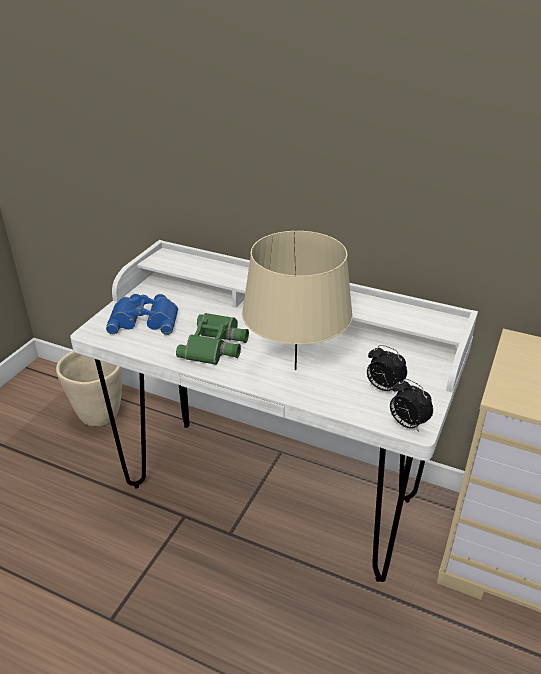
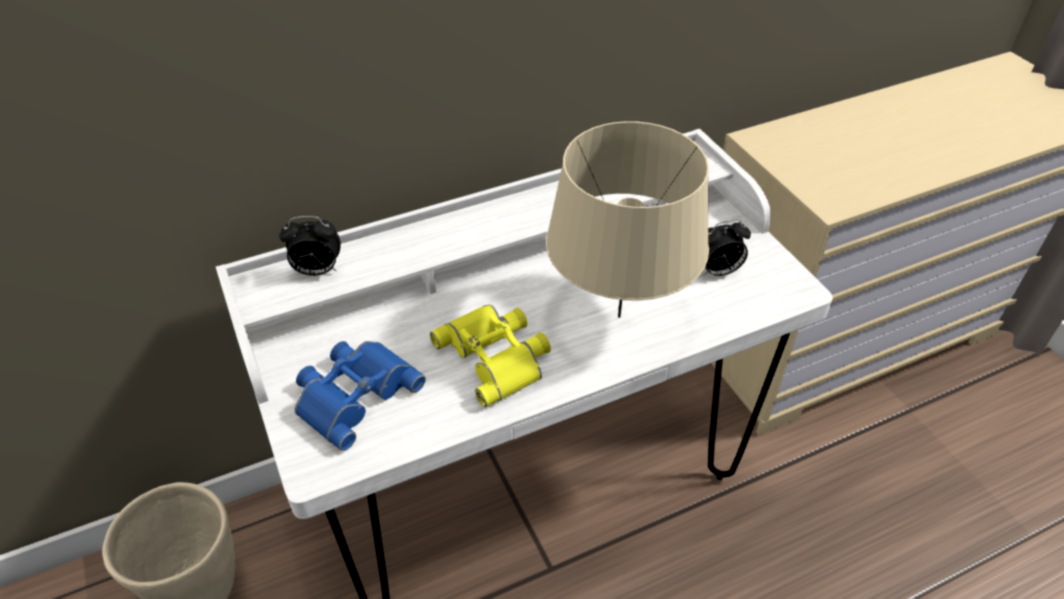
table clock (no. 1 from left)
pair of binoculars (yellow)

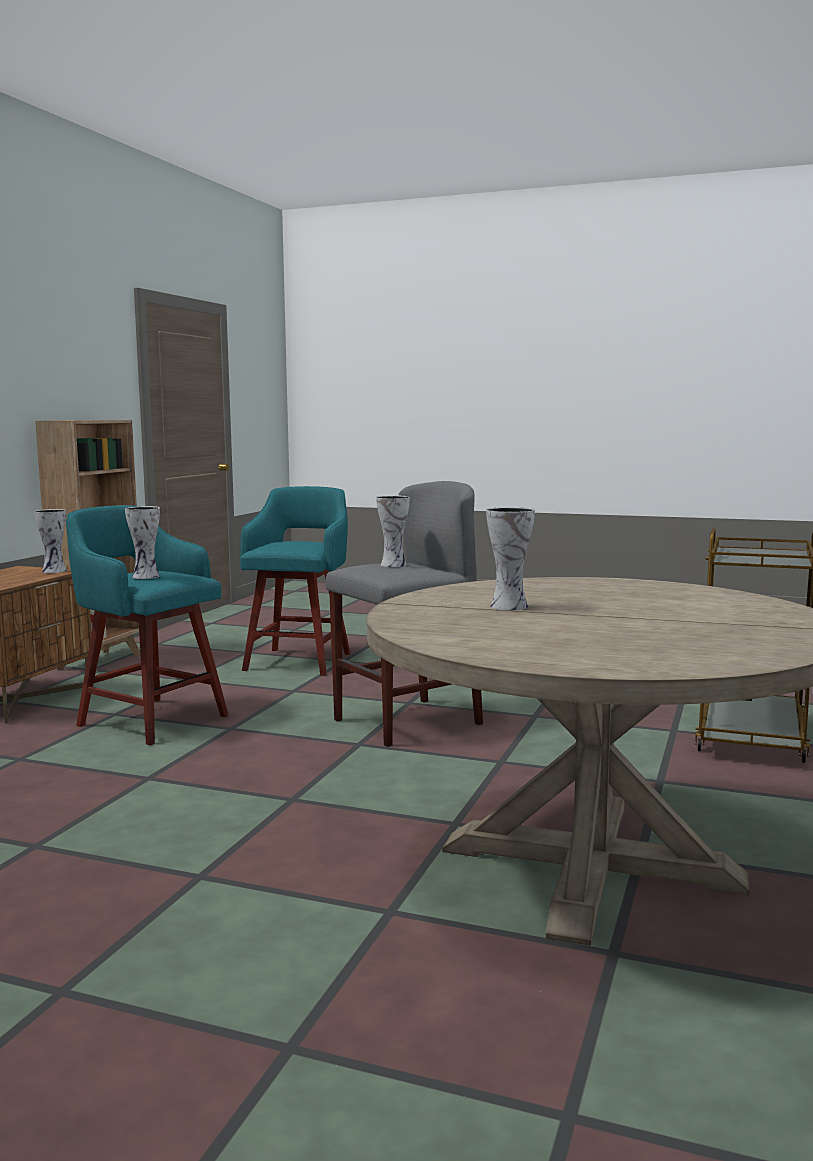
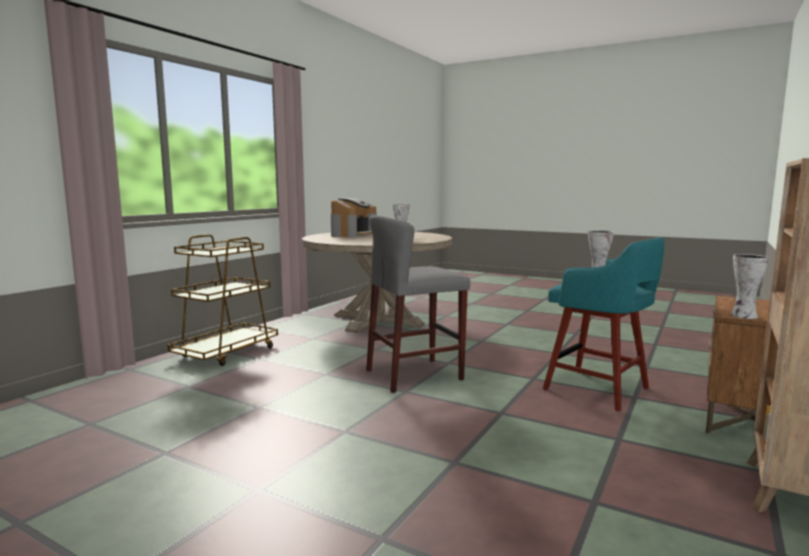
sitting stool (blue-green) (no. 2 from left in the first image)
flower vase (no. 3 from left in the first image)
coffee brewer

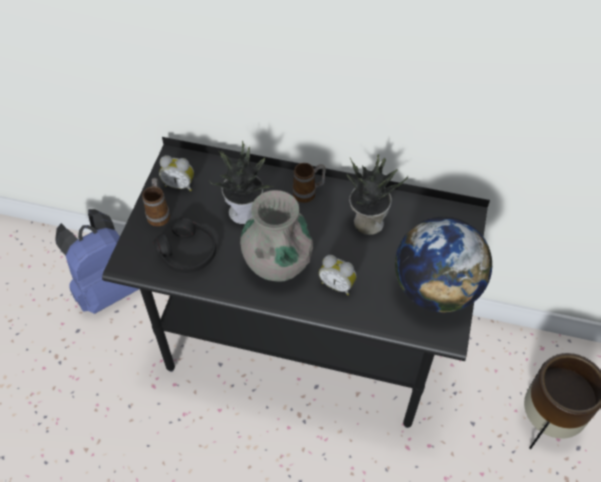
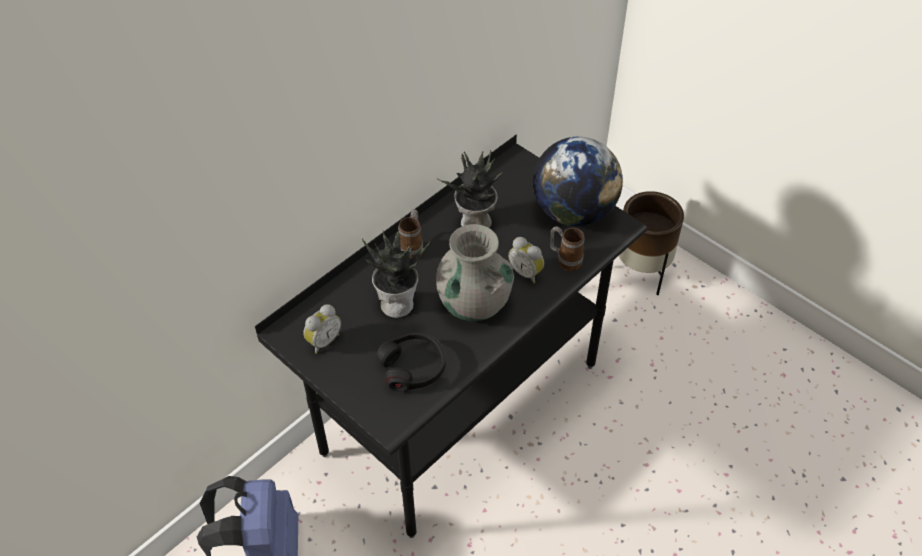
tea mug (no. 2 from left)
table clock (no. 2 from left)

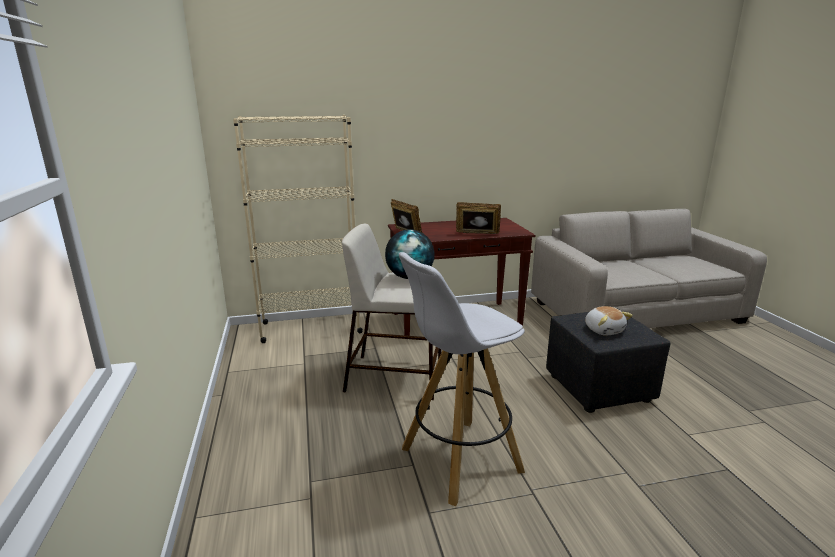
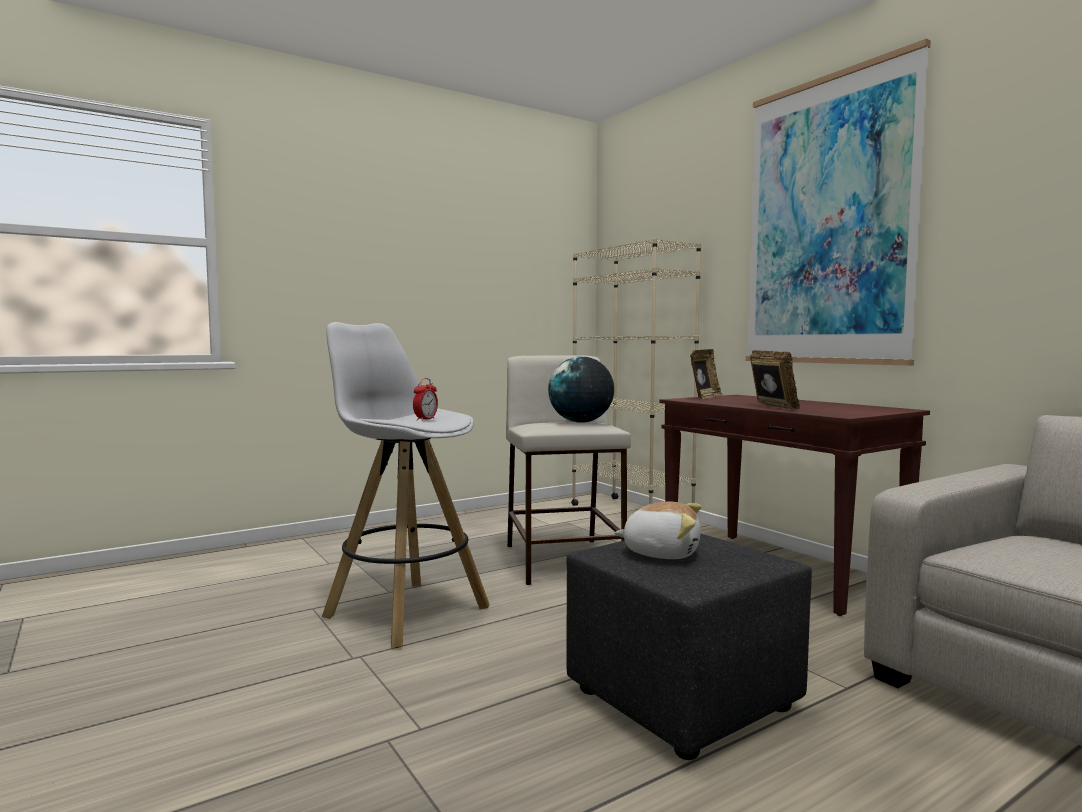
table clock
picture
cuddly toy

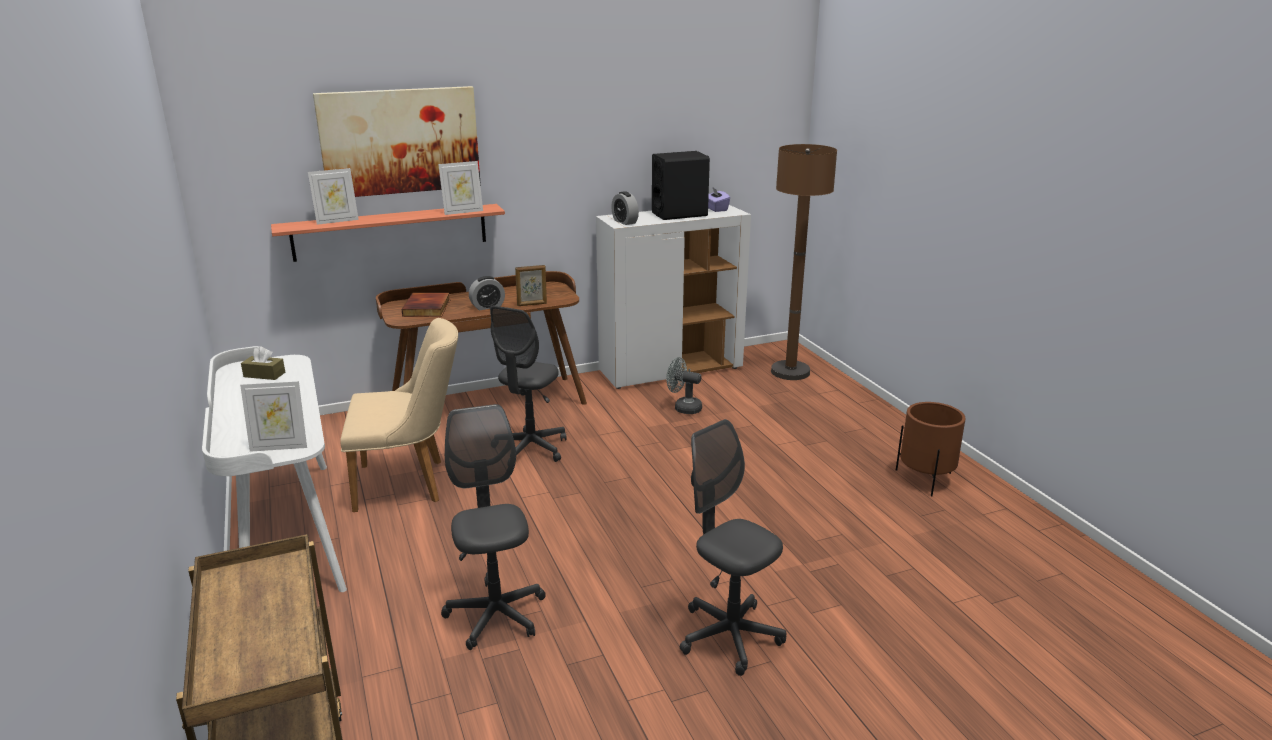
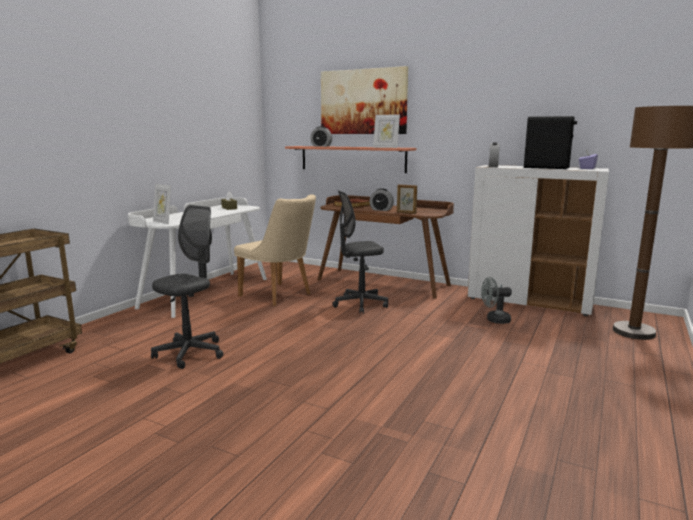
desk chair (gray) (no. 3 from left in the first image)
plant pot (brownish)
table clock (no. 1 from left)
fan (gray)

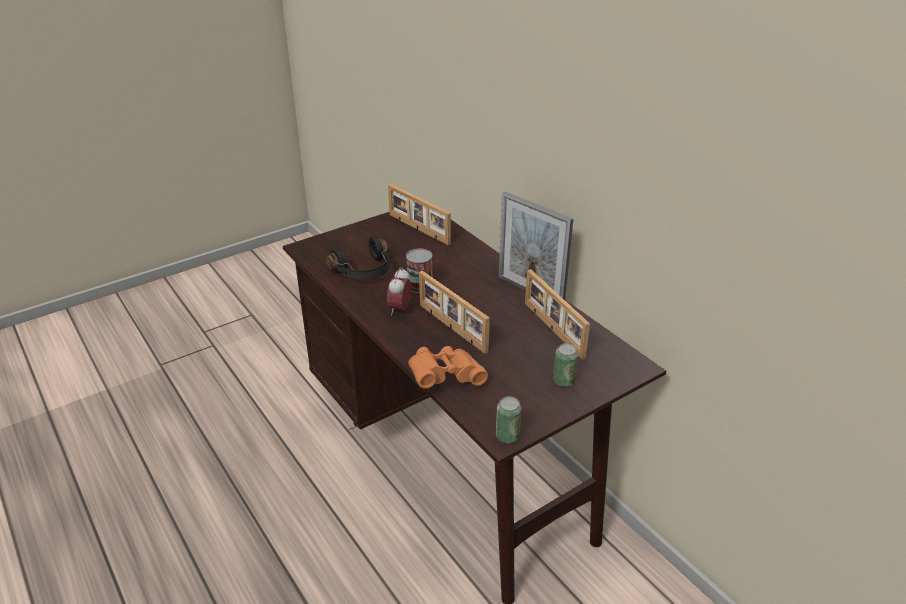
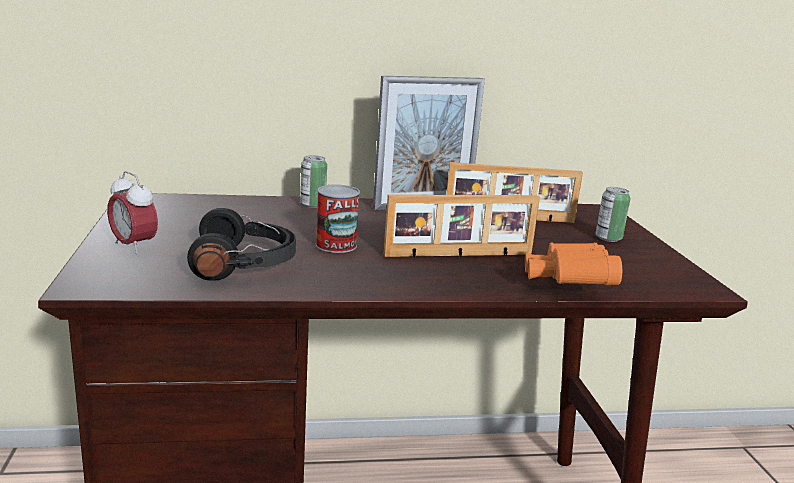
photo frame (no. 1 from left in the first image)
table clock
metal can (no. 1 from left)

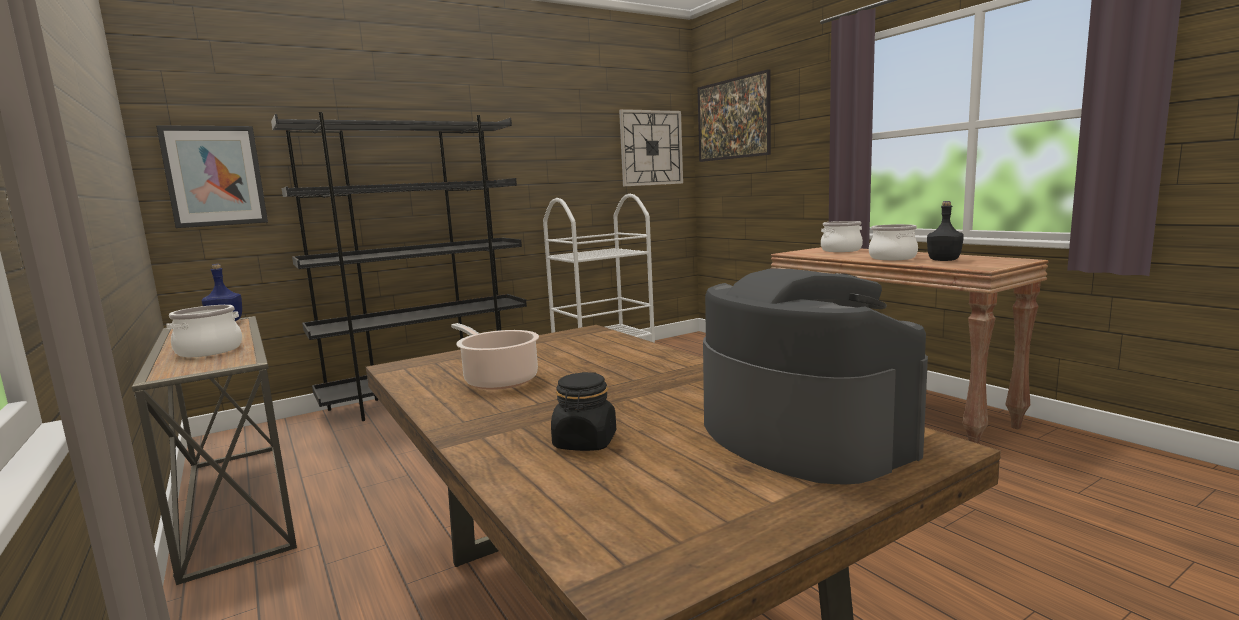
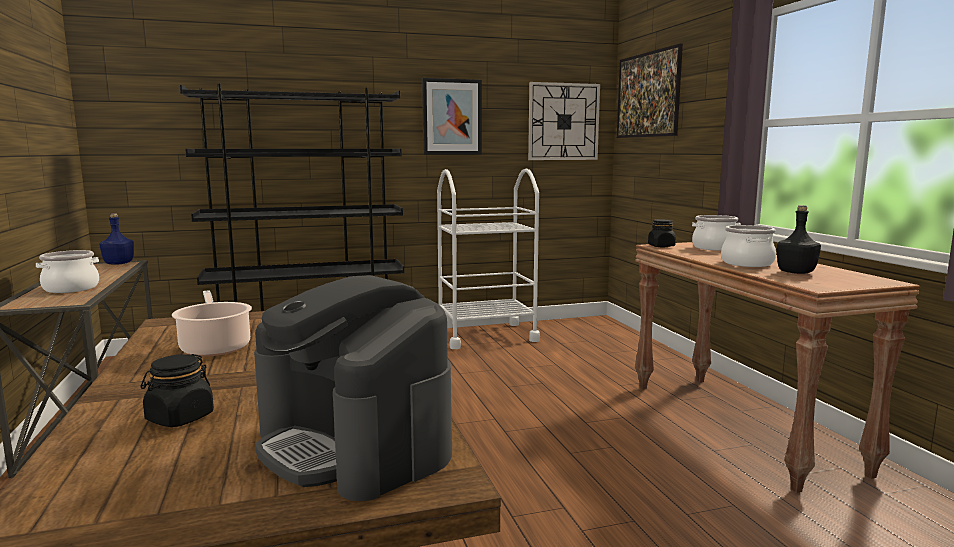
storage jar (black-coloured) (no. 2 from left)
picture (no. 1 from left)
coffee brewer

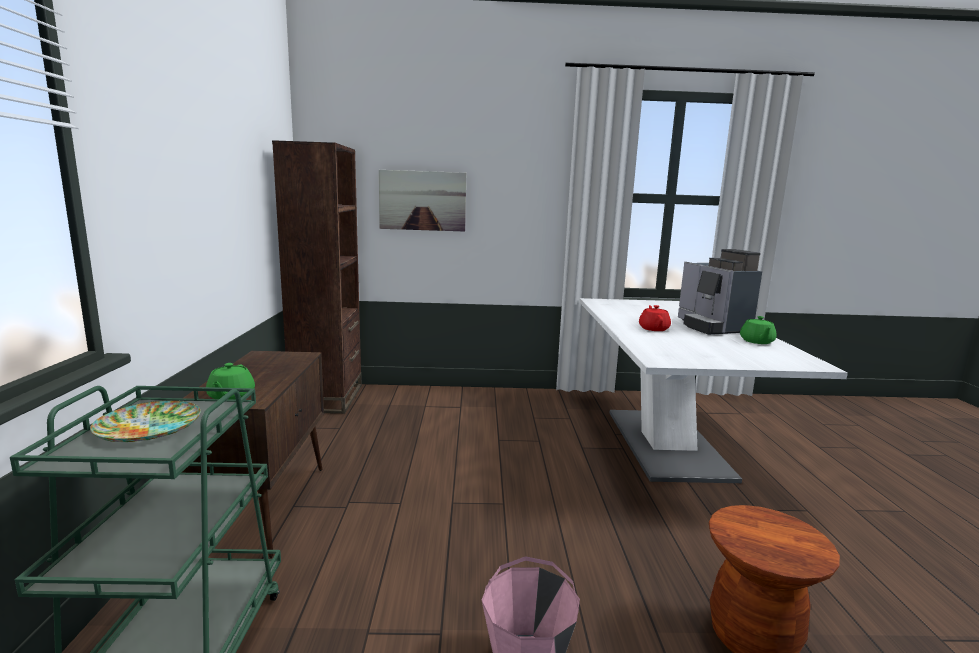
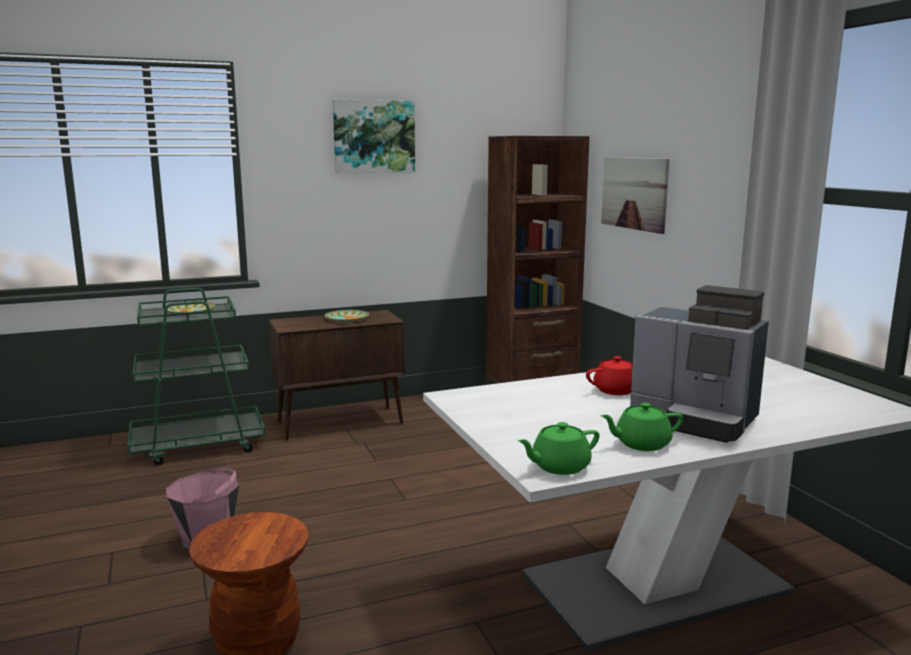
flat dish (no. 2 from left)
picture (no. 1 from left)
teapot (green-coloured) (no. 1 from left)
coffee brewer

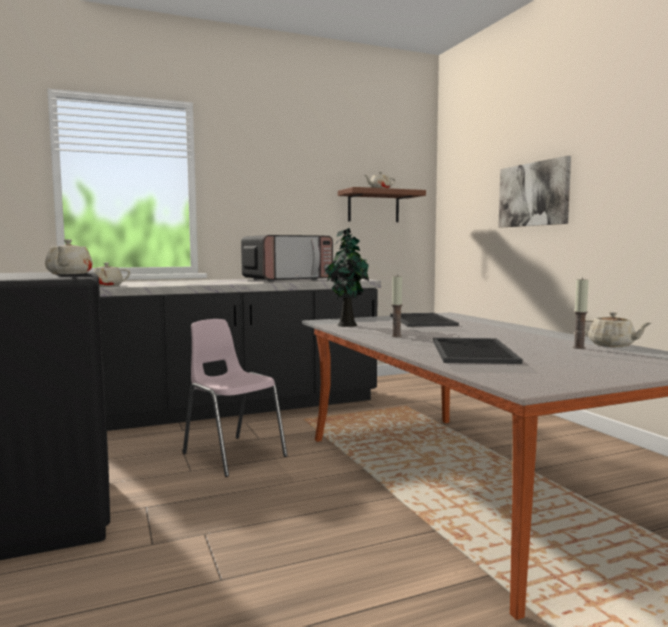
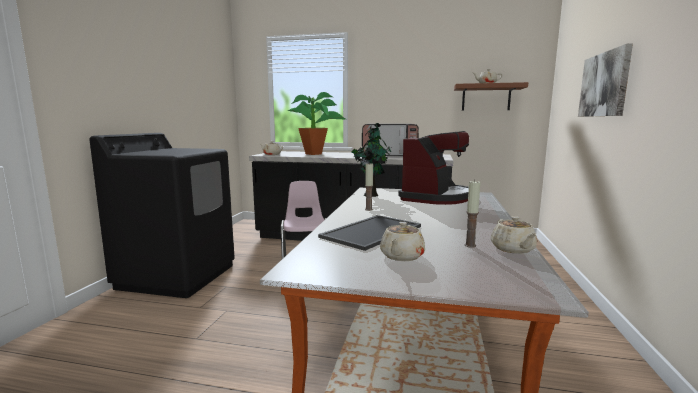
potted plant (no. 1 from left)
teapot (beige) (no. 2 from left)
coffee brewer

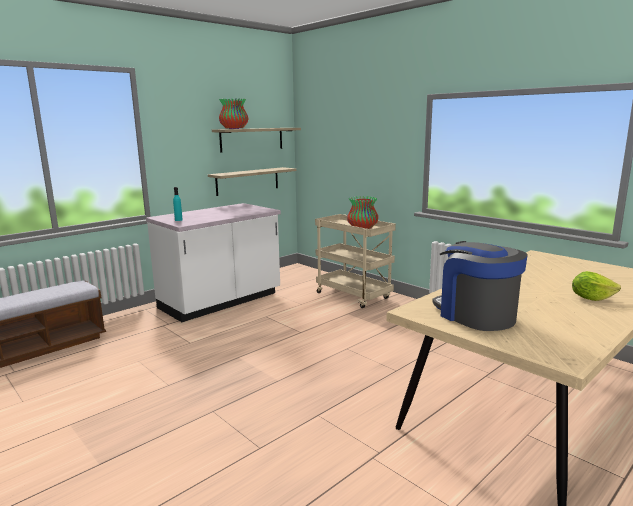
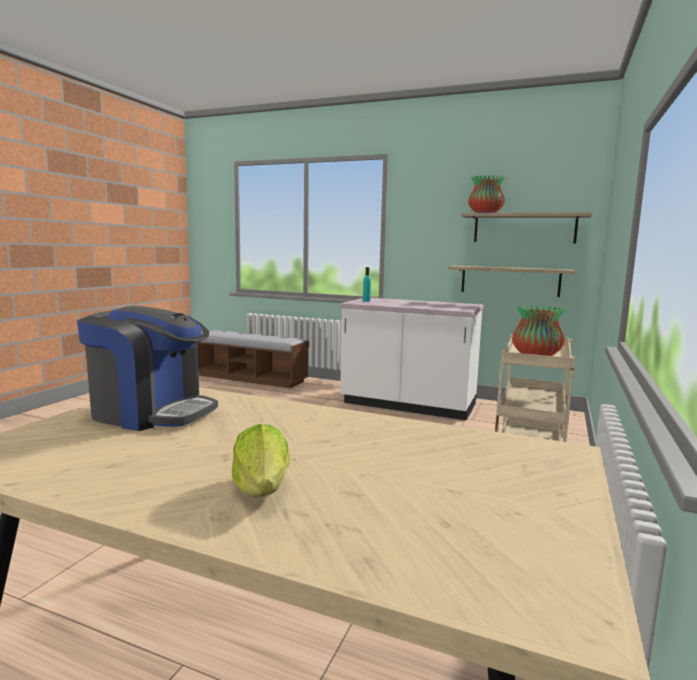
coffee brewer

